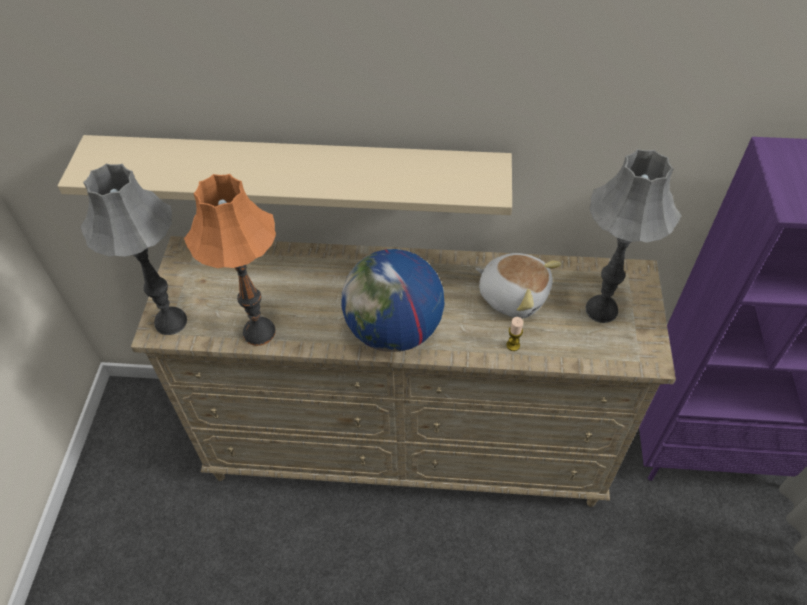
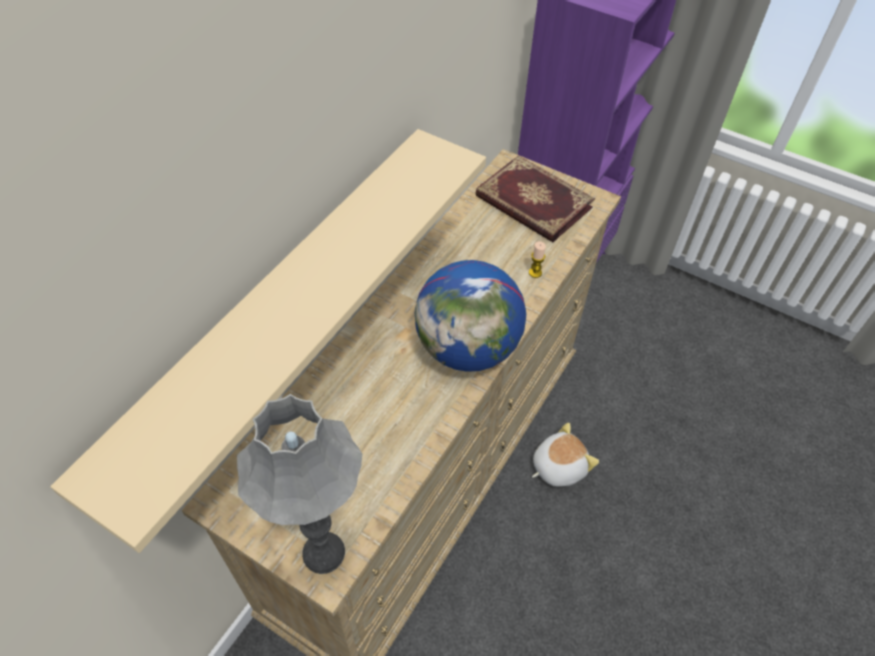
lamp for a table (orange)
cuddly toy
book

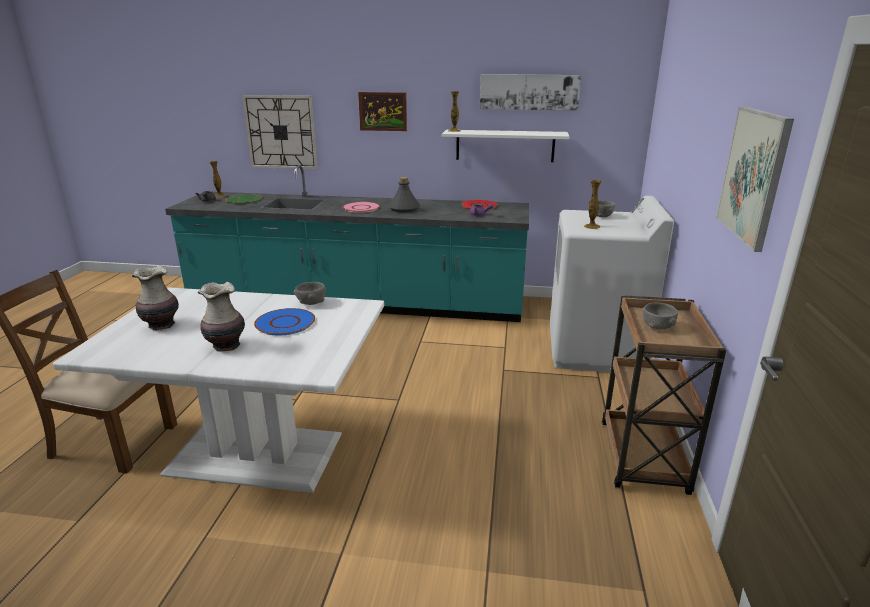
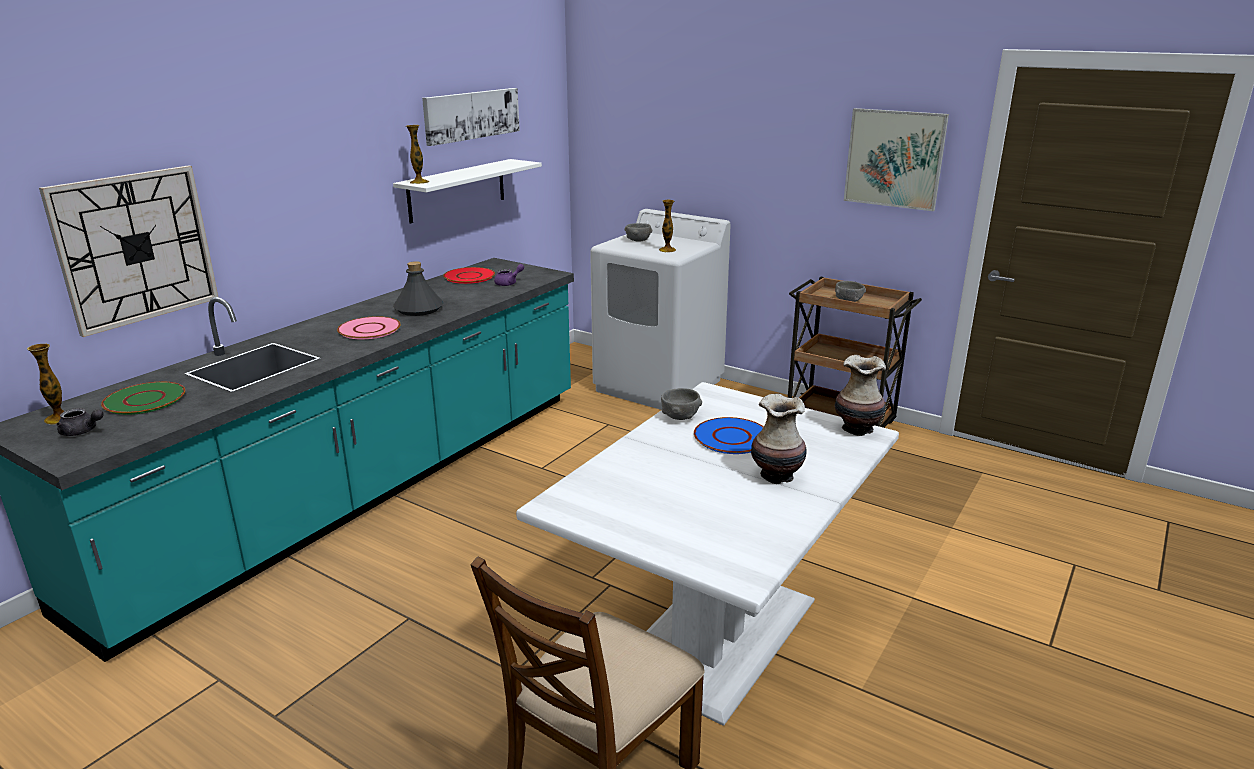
picture (no. 1 from left in the first image)
flower vase (no. 5 from left)

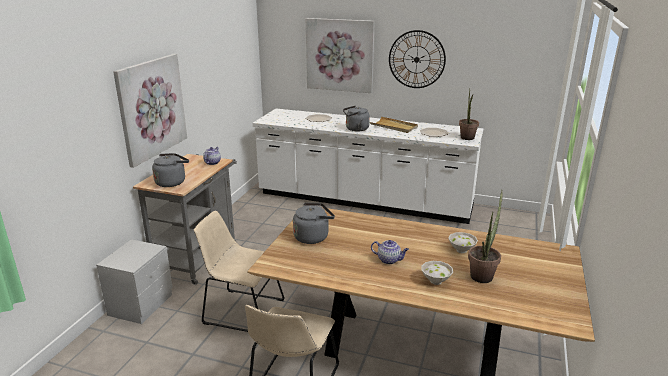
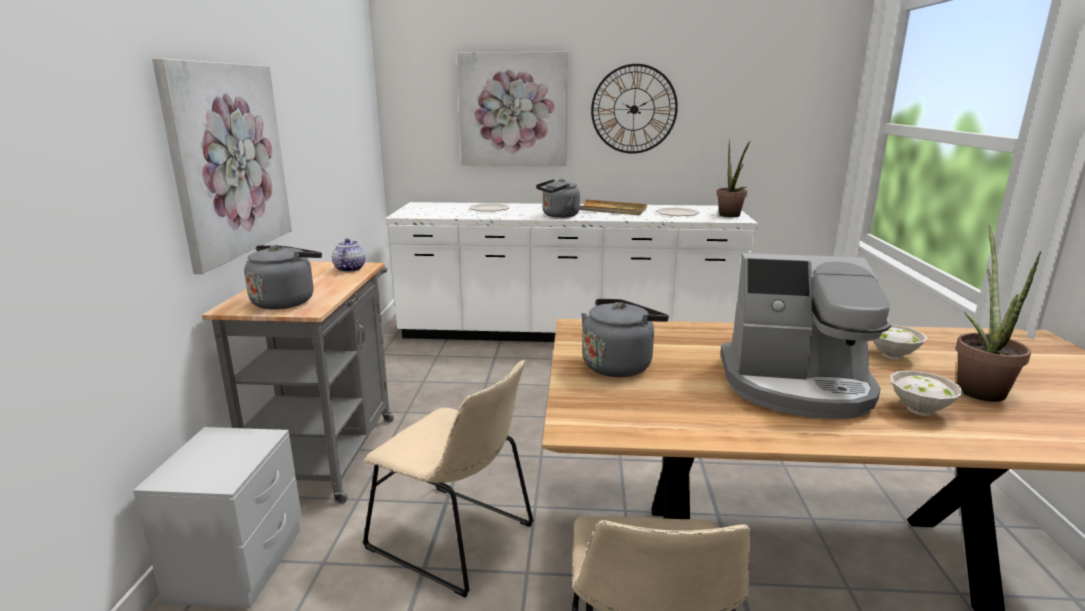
coffee brewer
plain chair (beige) (no. 1 from left)

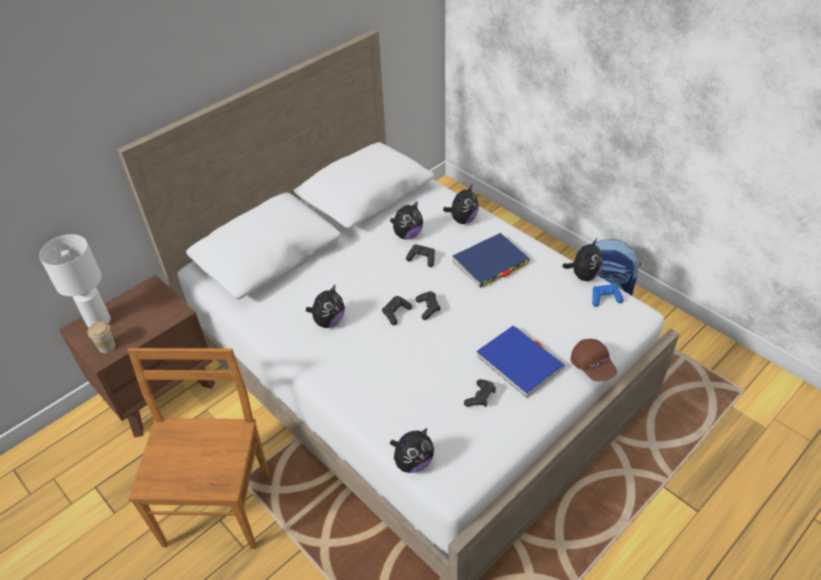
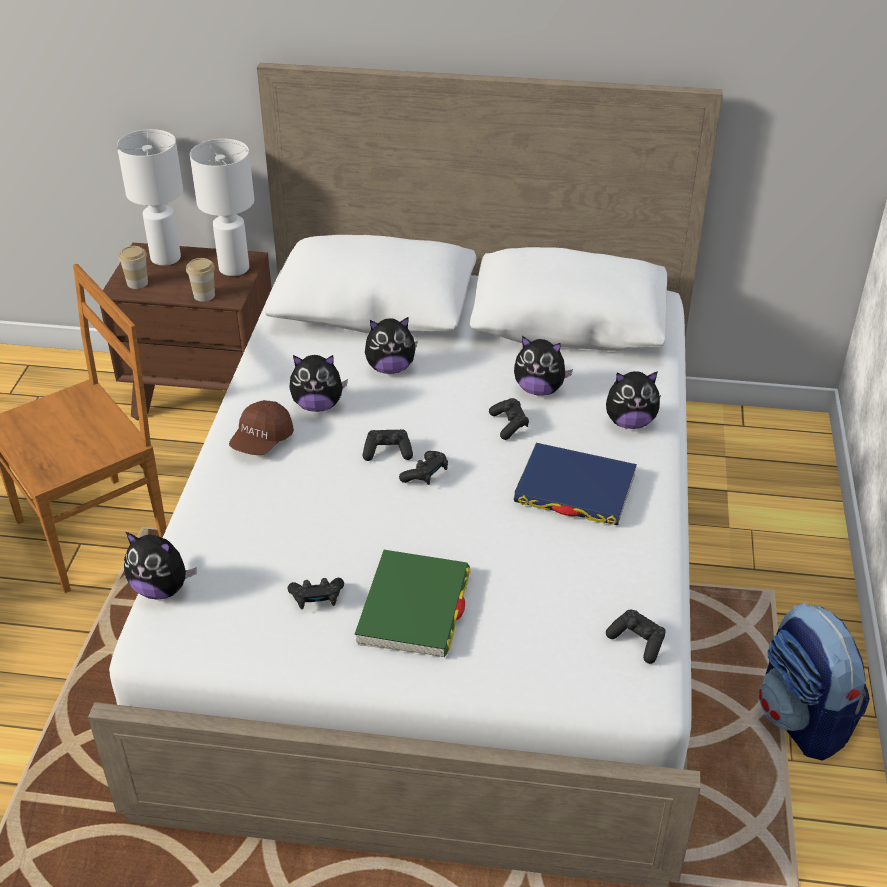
small cup (no. 2 from left)
lamp for a table (whitish) (no. 2 from left)
cuddly toy (no. 3 from left)
cap (brownish)
book (green-coloured)
gamepad (black-coloured) (no. 5 from left)

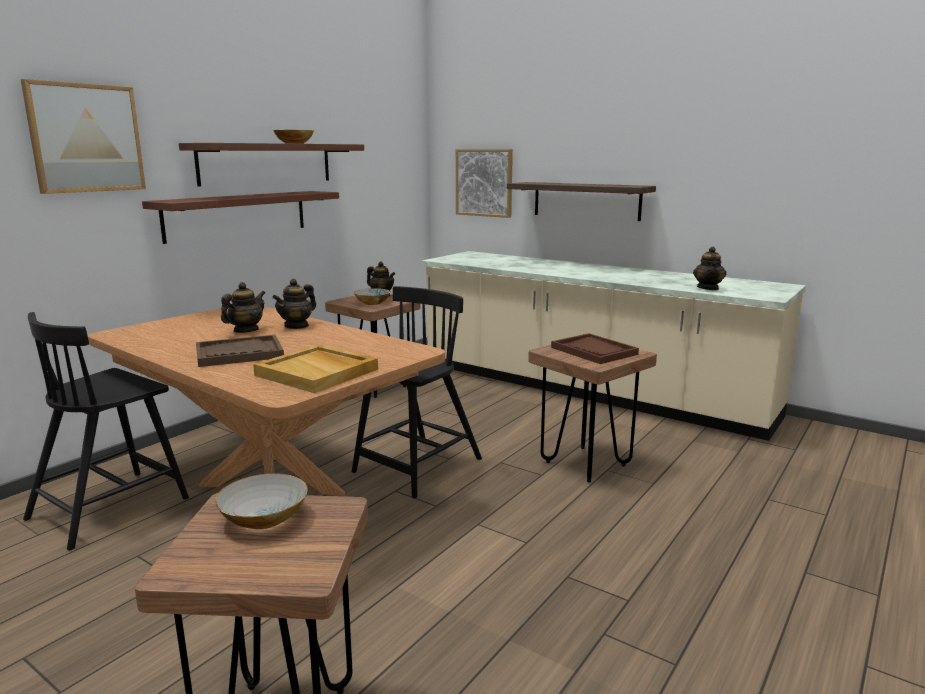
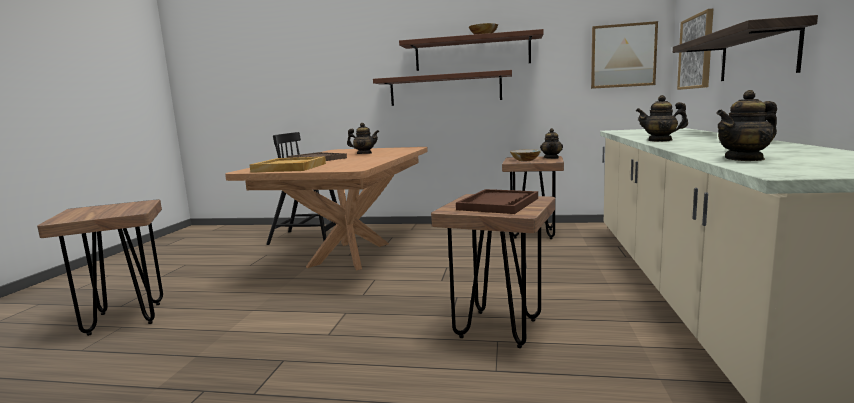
serving bowl (no. 1 from left in the first image)
plain chair (black-coloured) (no. 2 from left in the first image)
picture (no. 1 from left)
teapot (no. 3 from left)

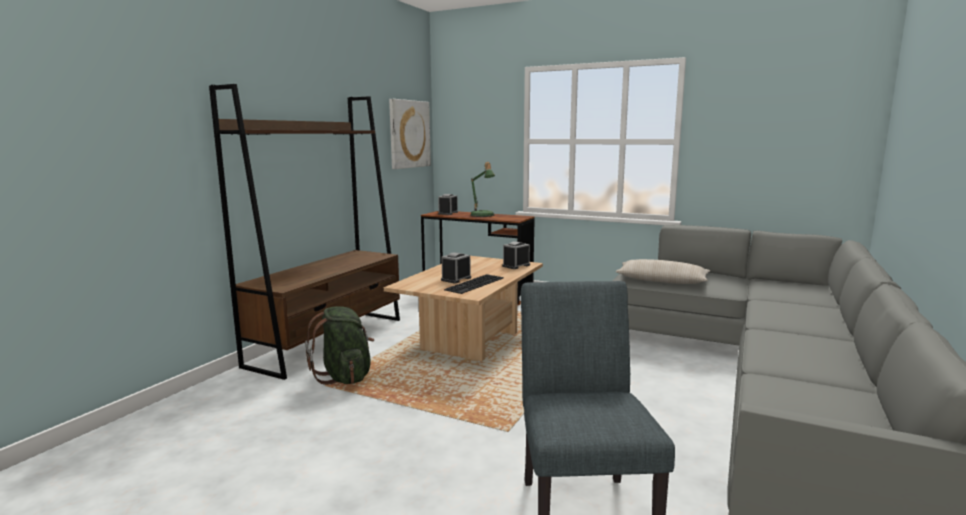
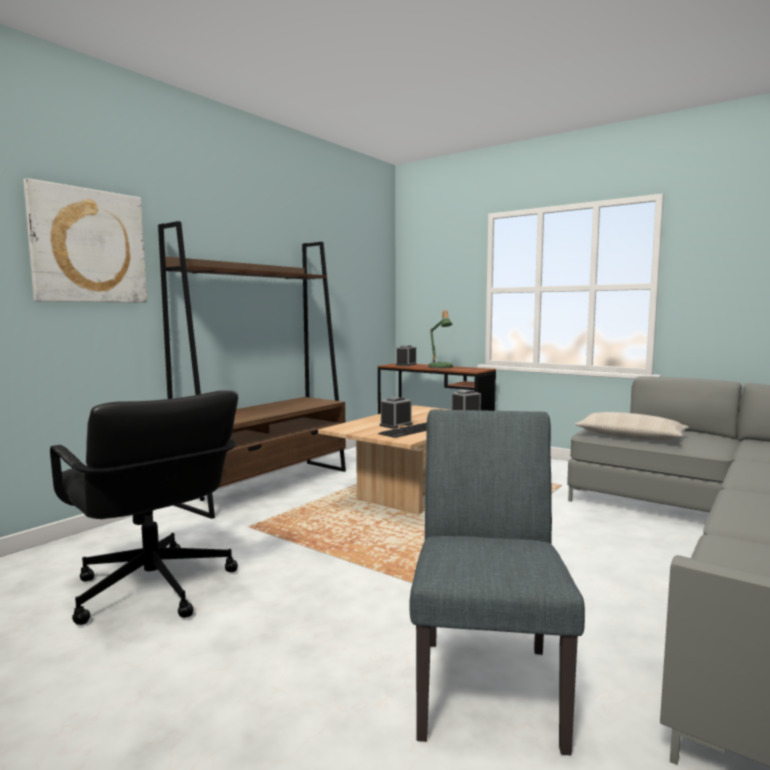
rucksack (green-coloured)
desk chair (black-coloured)
picture

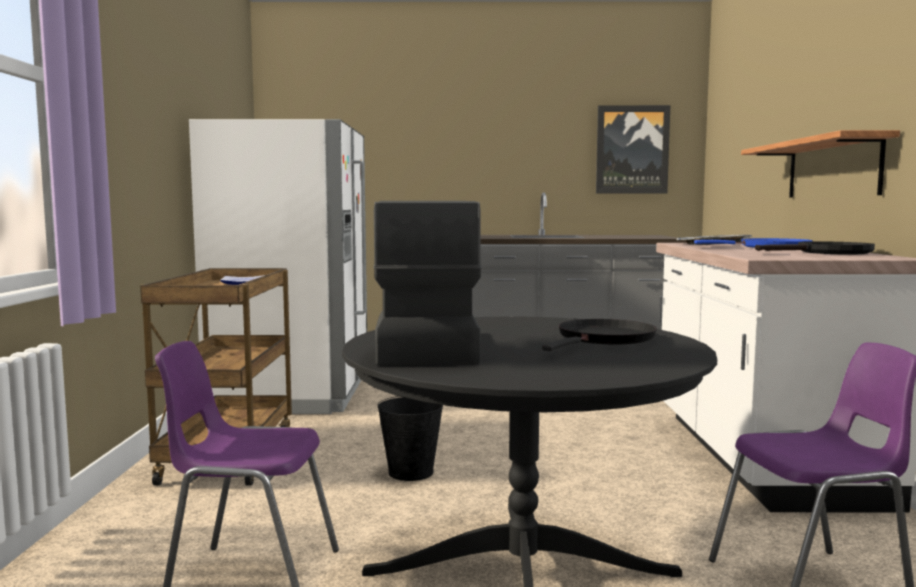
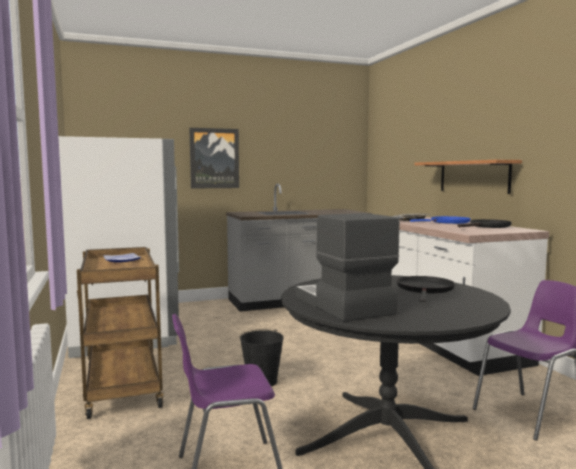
picture

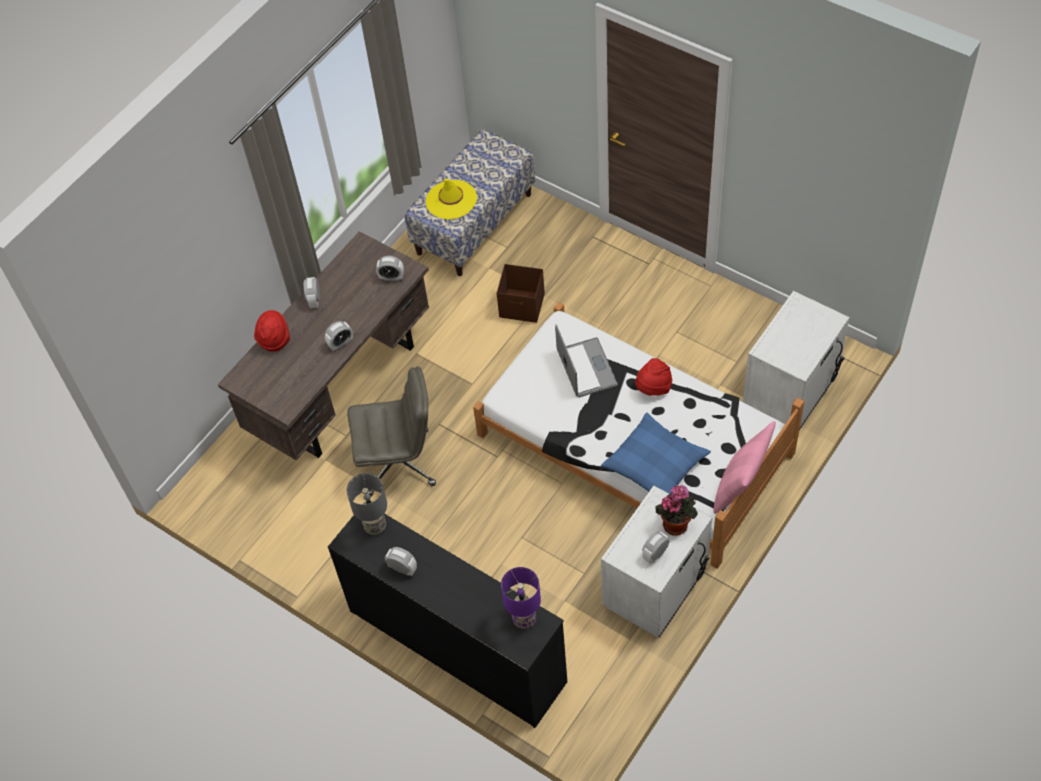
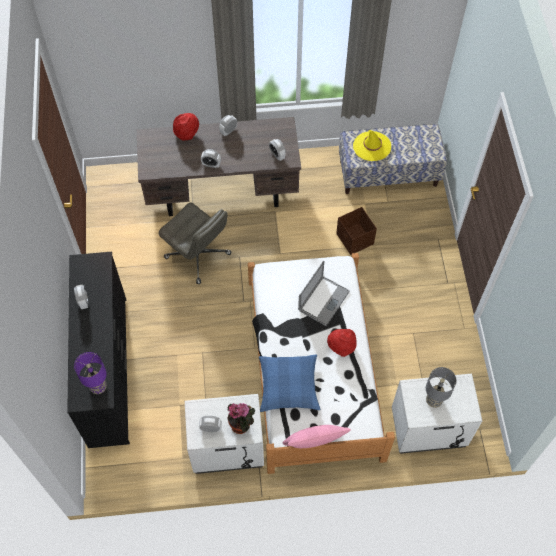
lamp for a table (gray)

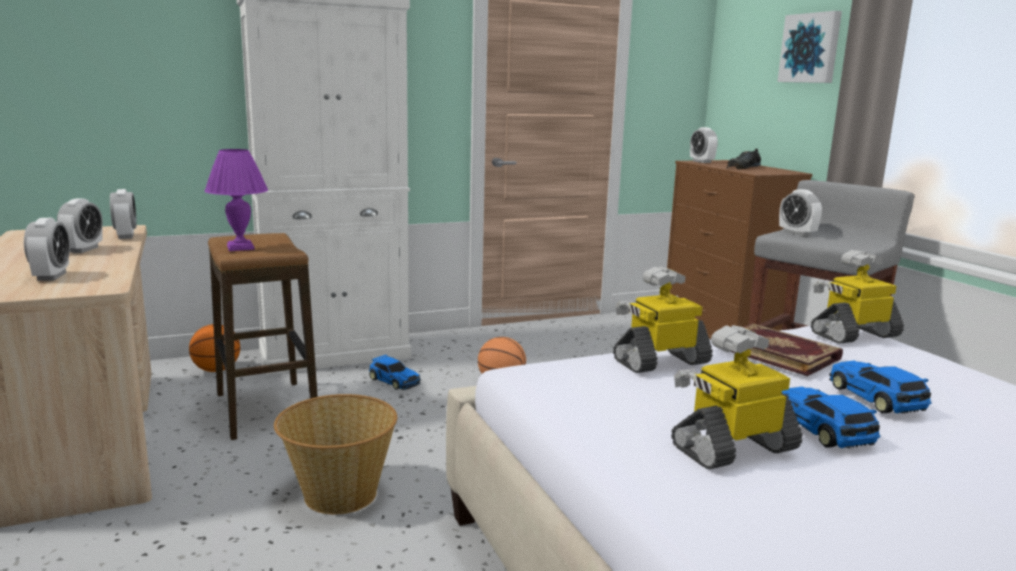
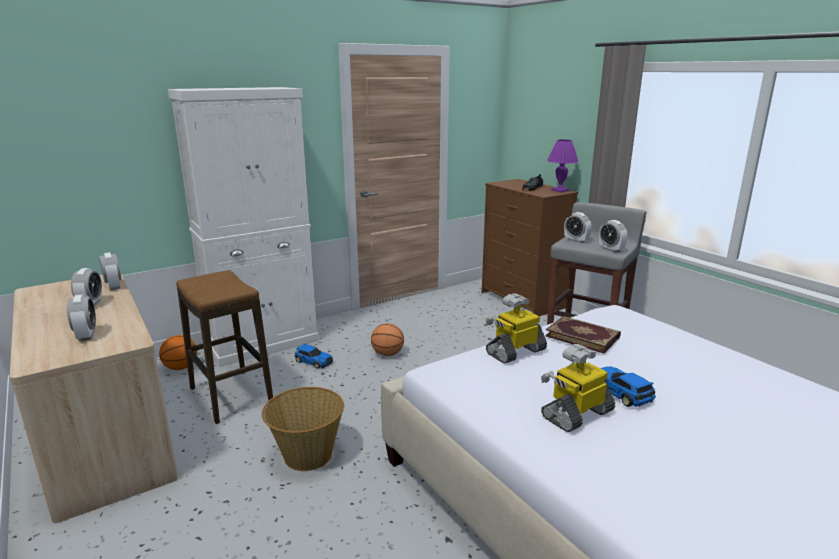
picture
robot figure (no. 3 from left in the first image)
miniature car (no. 3 from left in the first image)
lamp for a table (purple)
table clock (no. 5 from left)

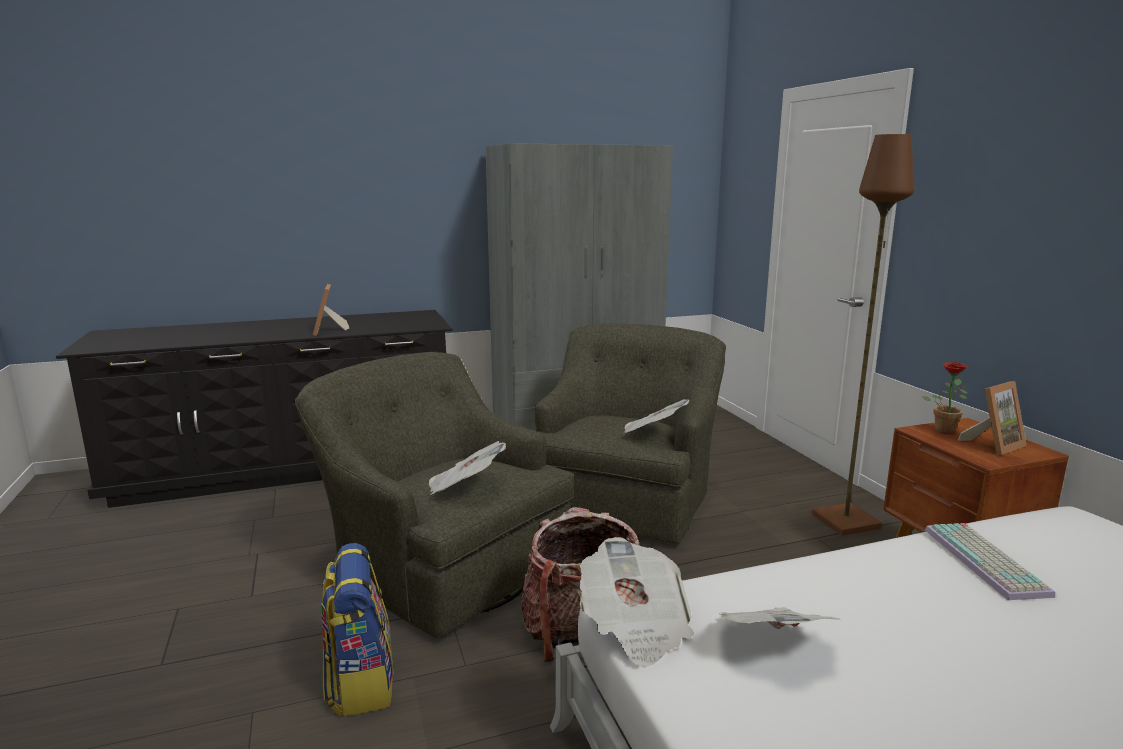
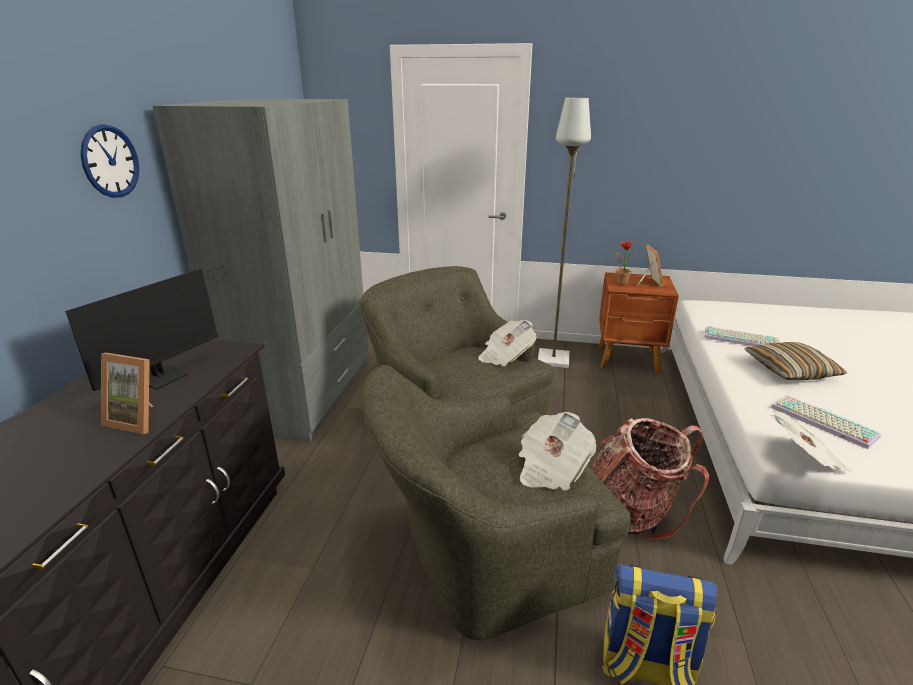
monitor
wall clock
cushion
computer keyboard (no. 2 from left)
standing lamp (gray)

